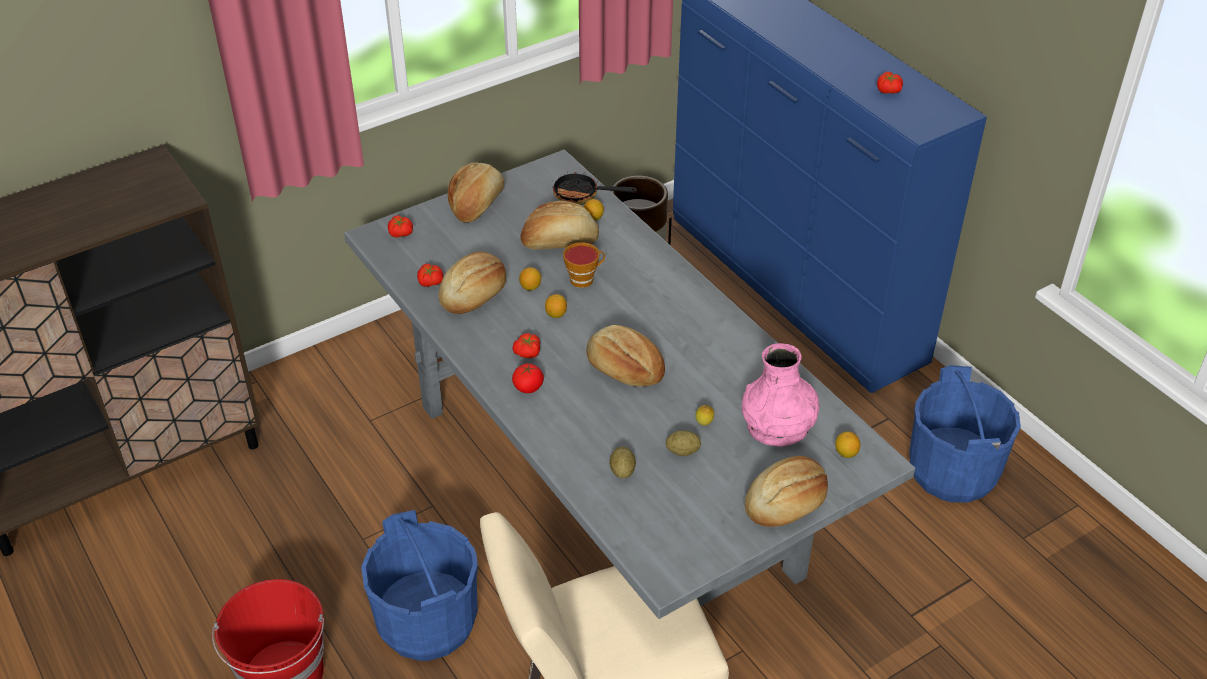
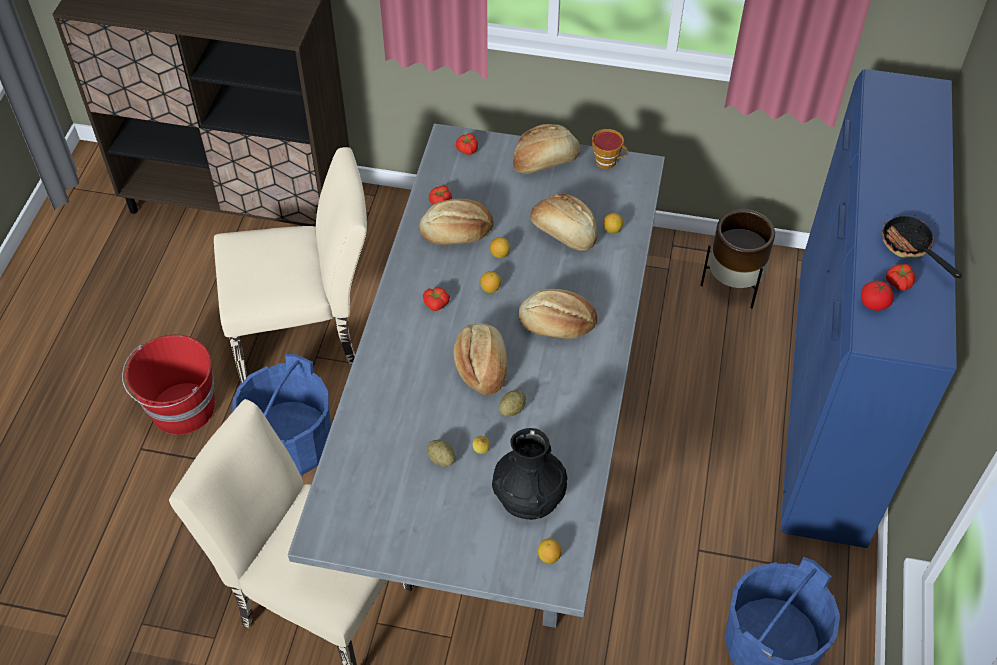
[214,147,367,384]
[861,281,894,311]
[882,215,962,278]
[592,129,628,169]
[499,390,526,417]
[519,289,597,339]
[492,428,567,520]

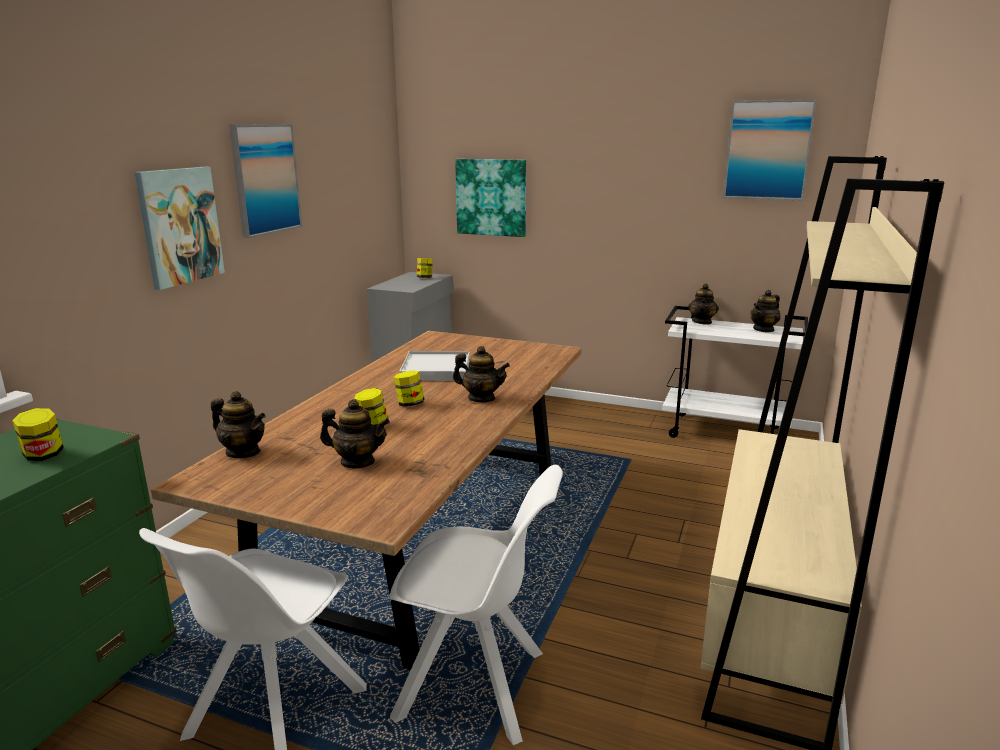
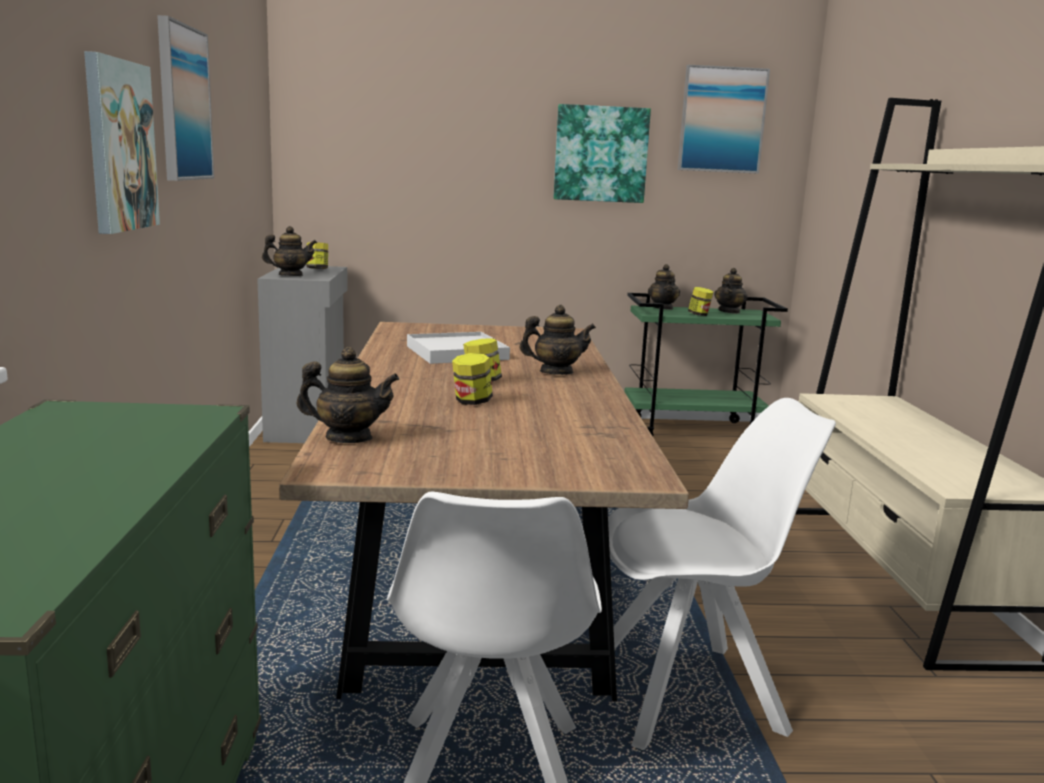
[688,287,714,316]
[262,226,317,276]
[554,104,651,203]
[624,293,788,436]

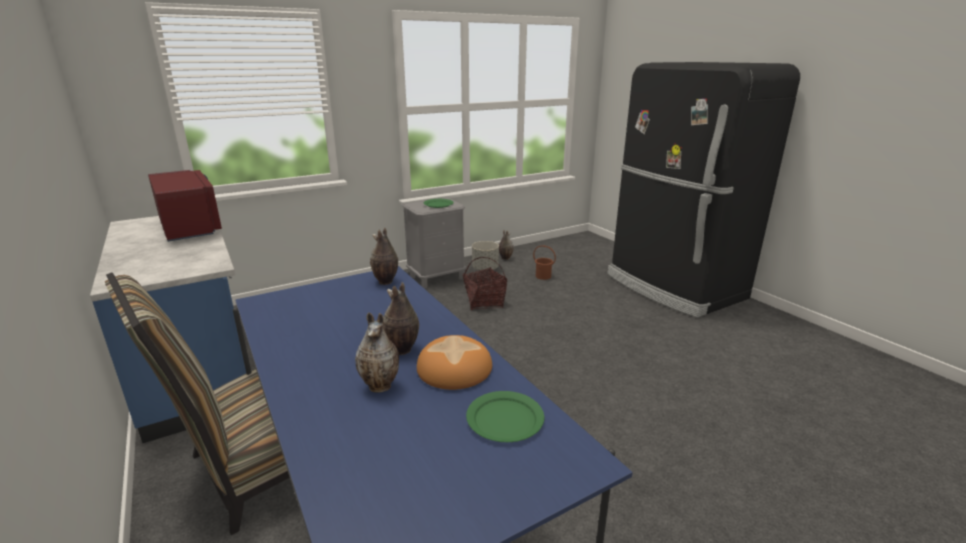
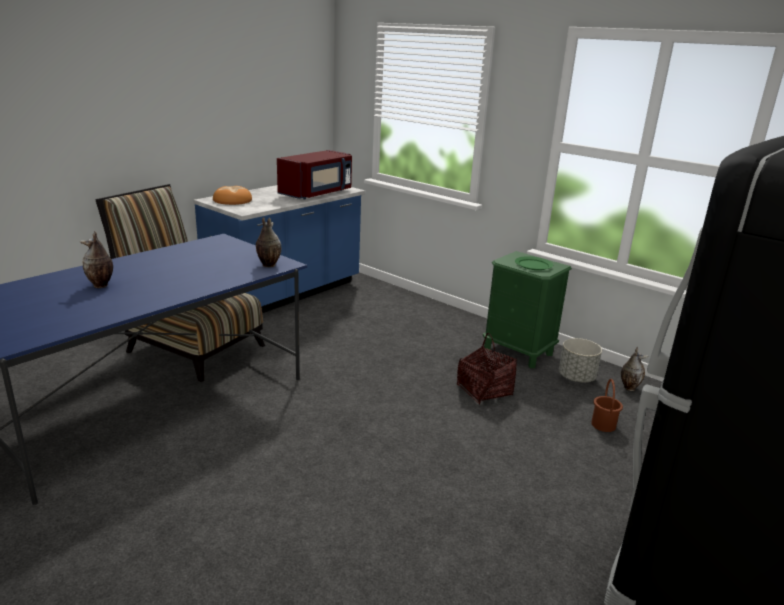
[383,282,419,355] (first image)
[466,391,544,442] (first image)
[213,186,252,205]
[483,251,572,368]

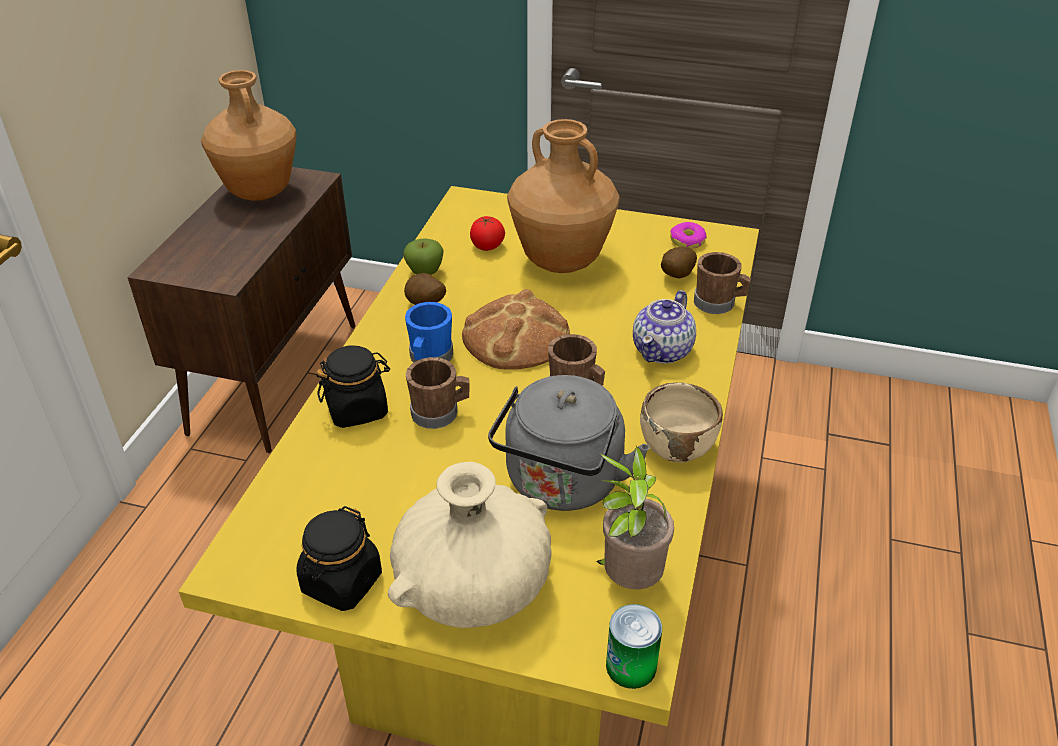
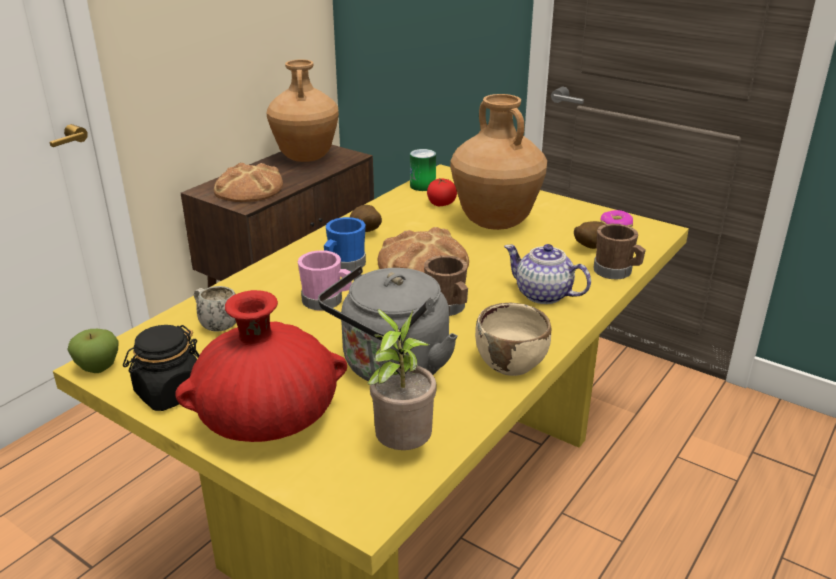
[316,345,390,428] (first image)
[194,286,236,331]
[214,163,283,202]
[67,329,119,373]
[410,149,436,191]
[176,290,347,442]
[298,250,352,310]
[504,244,591,304]

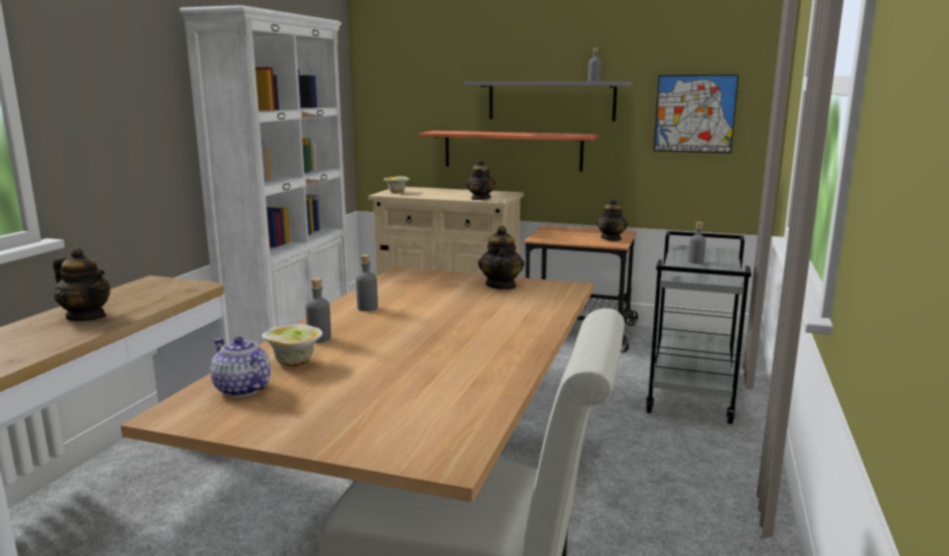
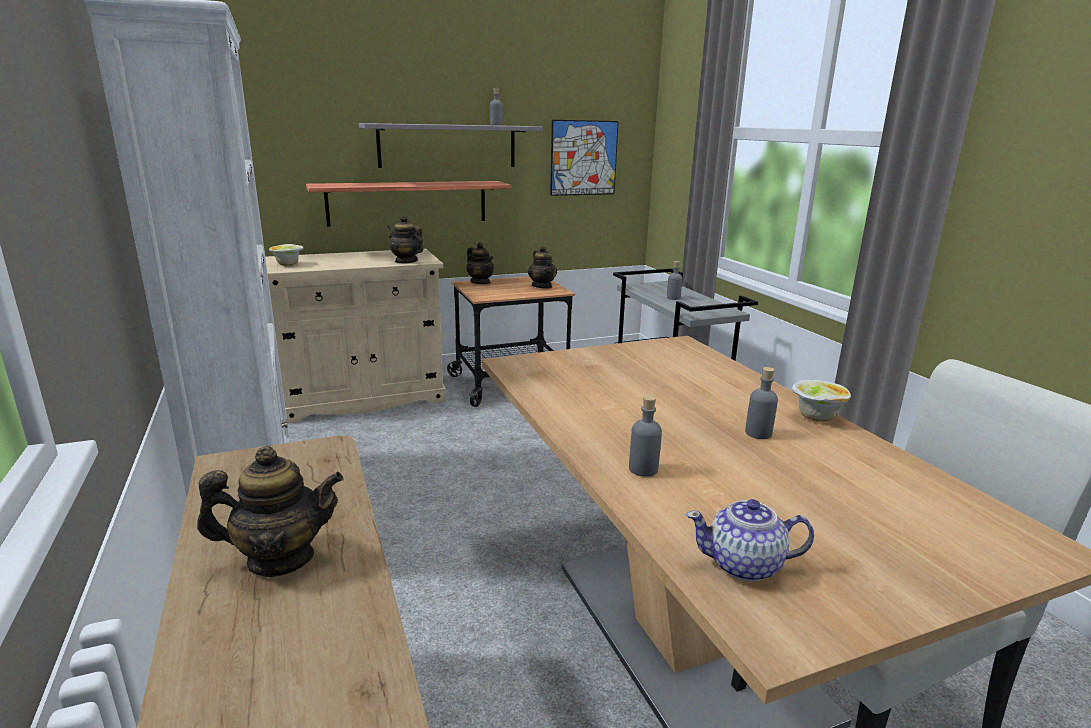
[792,380,851,422]
[745,367,778,439]
[466,242,494,284]

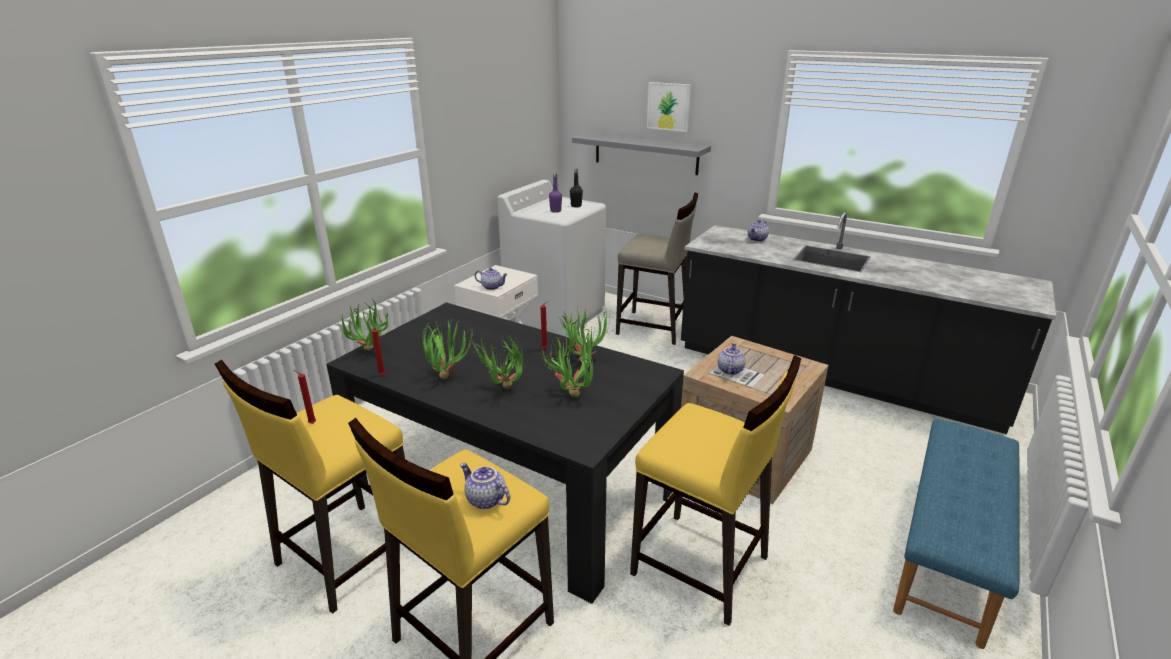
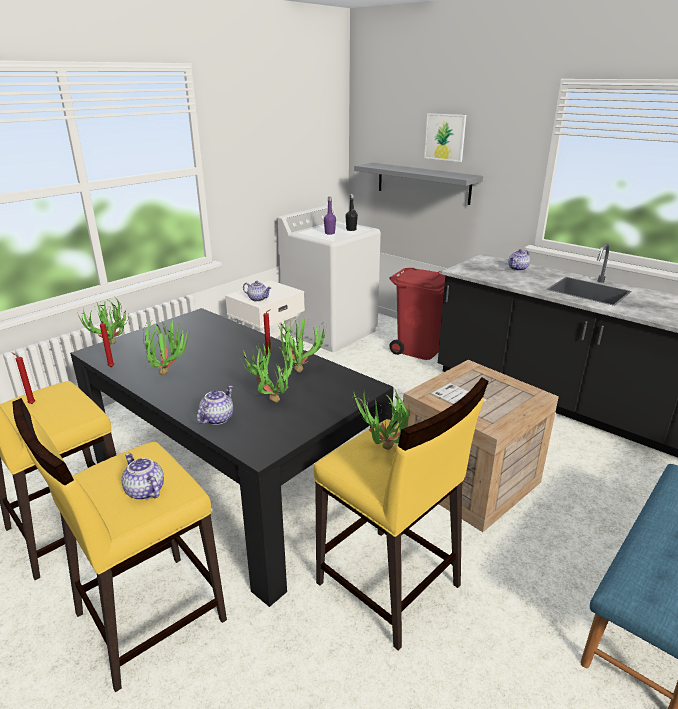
[351,390,410,450]
[197,386,233,425]
[389,268,445,360]

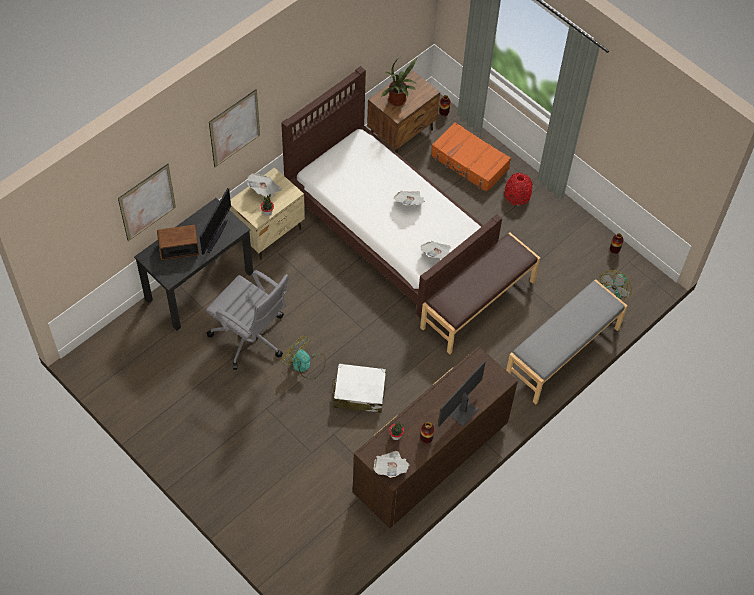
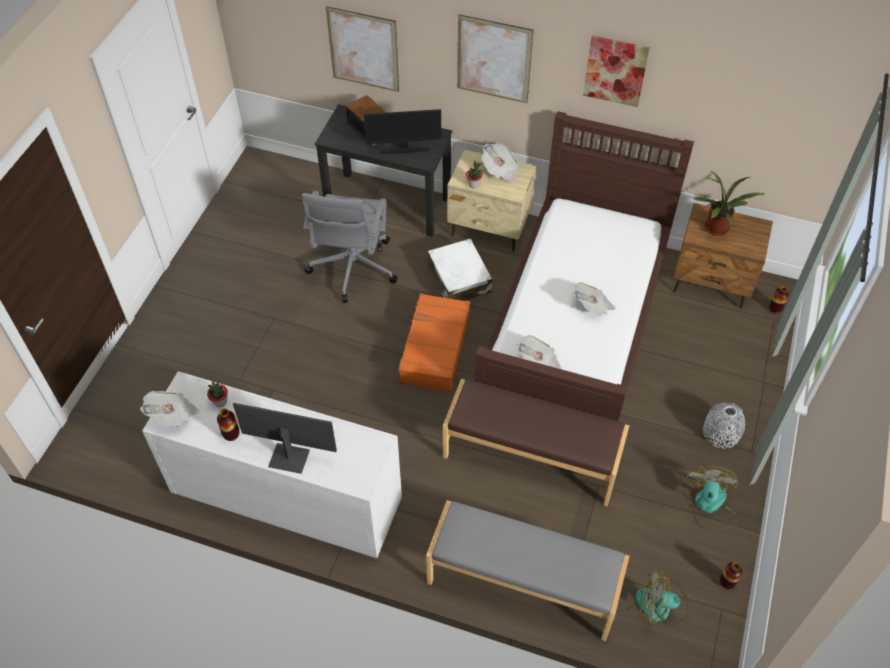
[583,36,650,107]
[687,466,739,530]
[427,238,492,301]
[397,293,470,392]
[142,371,402,558]
[703,403,745,449]

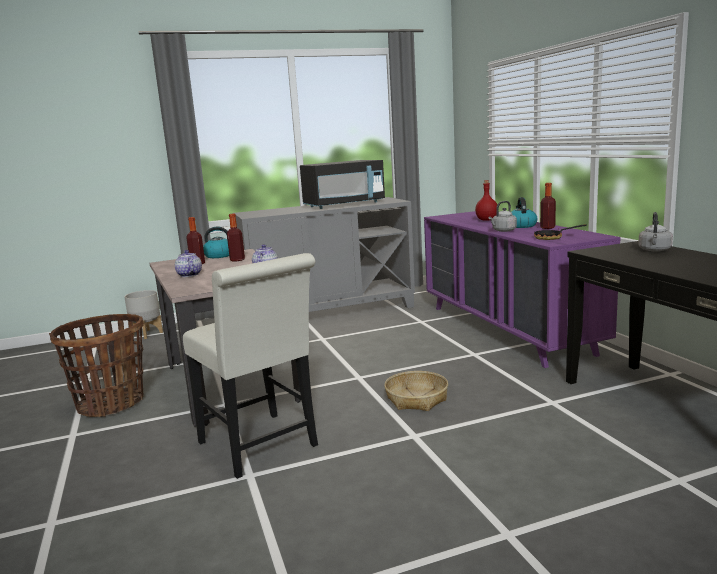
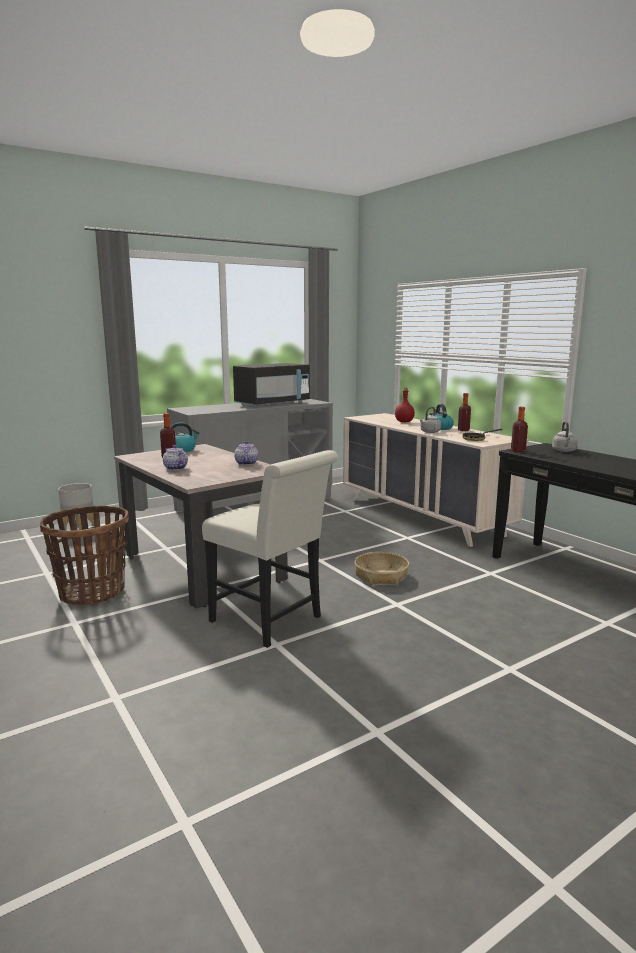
[511,407,528,452]
[343,413,529,547]

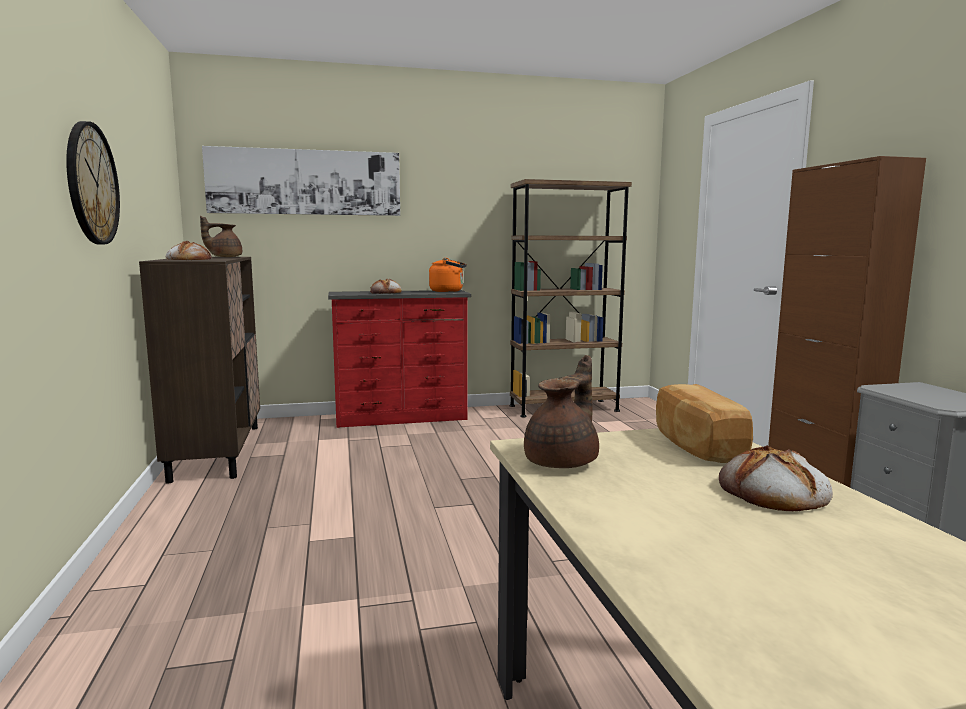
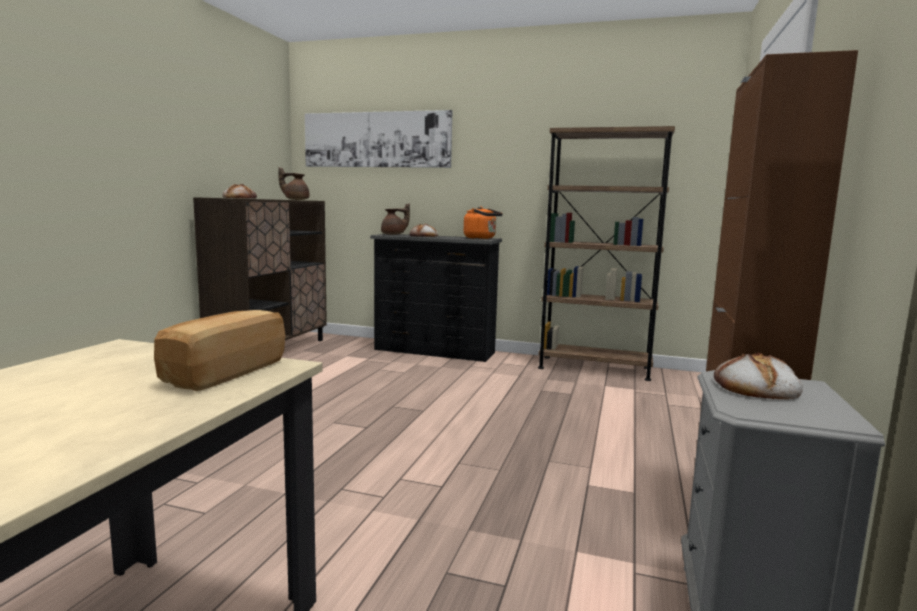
[66,121,120,244] (first image)
[381,203,410,235]
[714,353,803,400]
[370,234,502,362]

